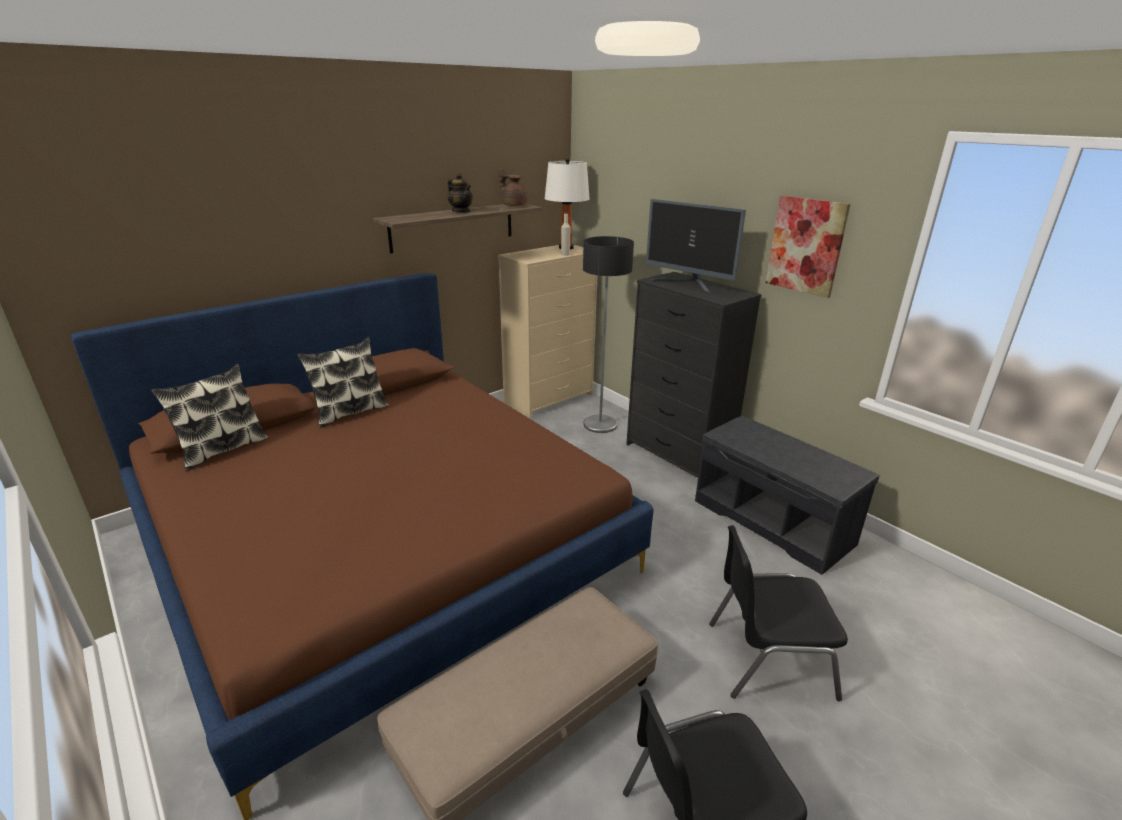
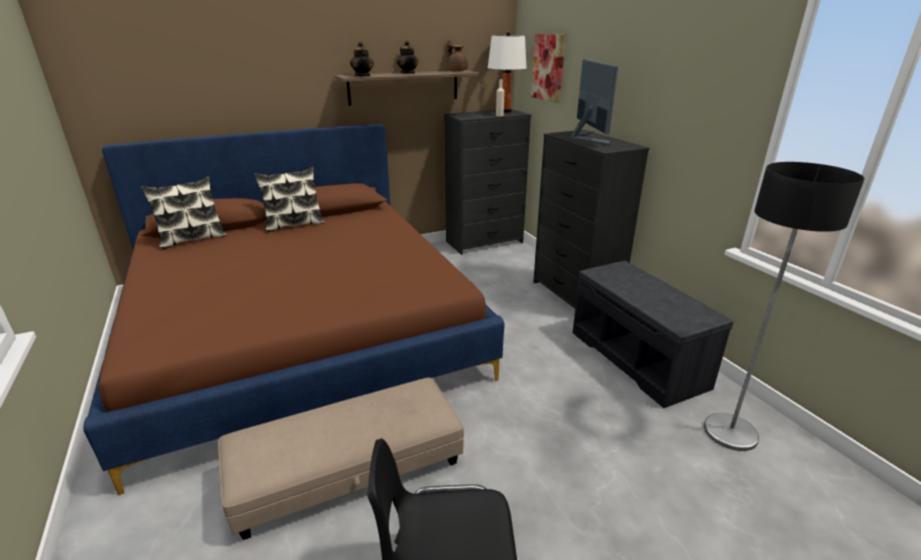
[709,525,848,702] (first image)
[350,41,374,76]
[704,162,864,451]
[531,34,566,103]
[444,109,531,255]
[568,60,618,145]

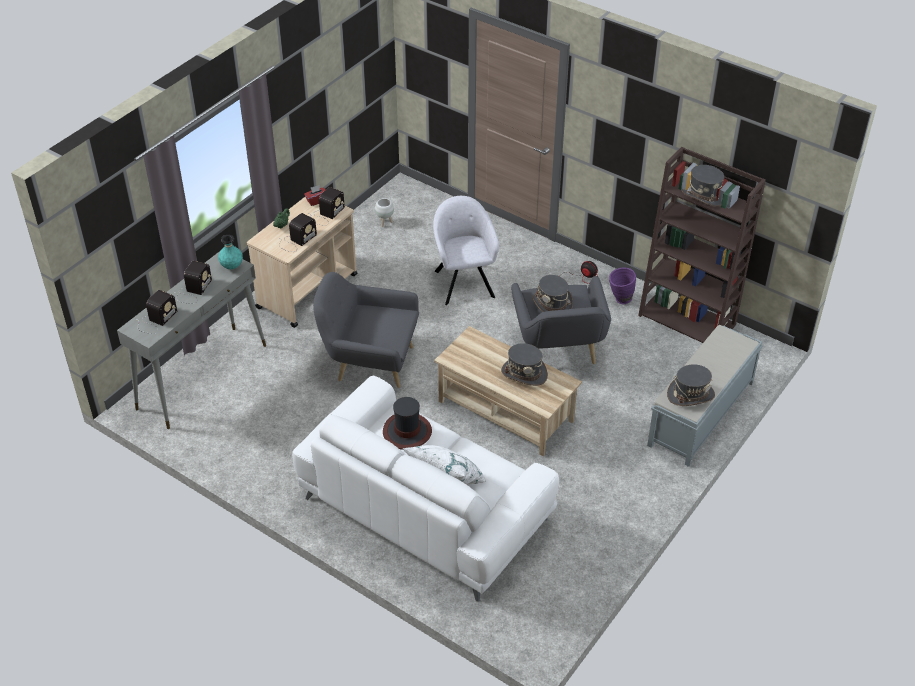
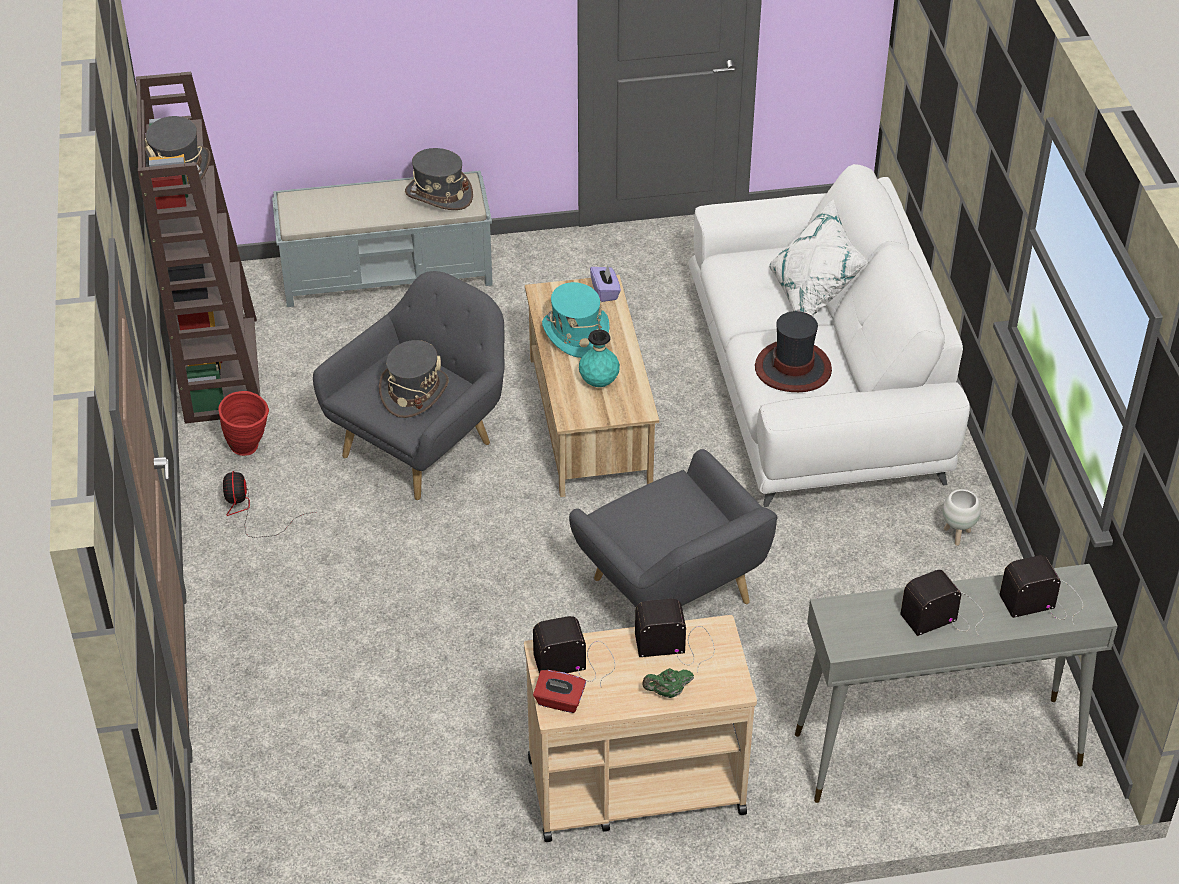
[433,196,499,305] (first image)
[590,265,621,302]
[579,330,620,387]
[942,489,981,546]
[542,282,609,358]
[218,391,269,456]

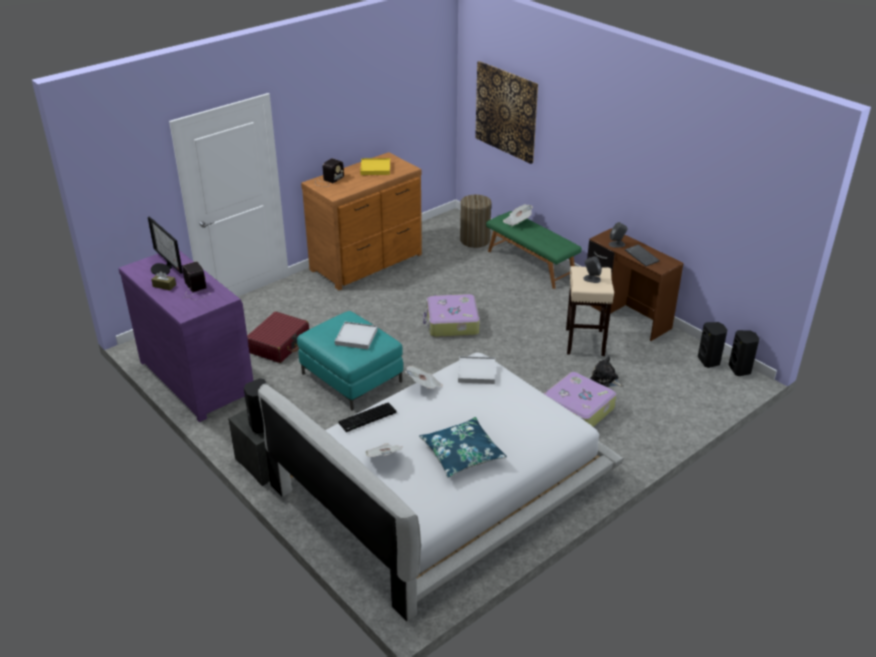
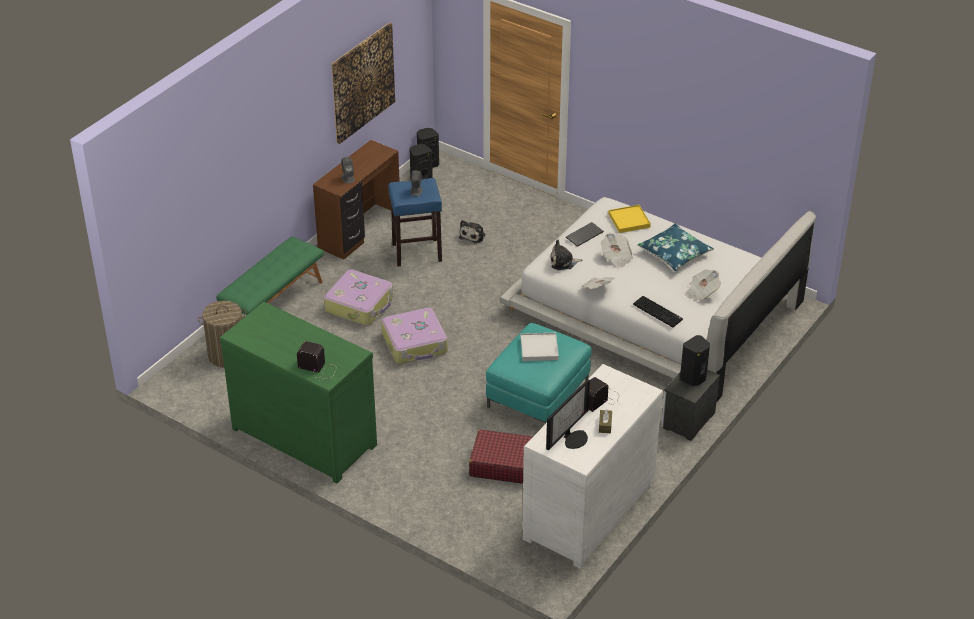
[608,205,651,233]
[331,23,395,144]
[601,233,633,268]
[324,269,393,326]
[566,222,604,247]
[550,240,582,270]
[522,364,663,569]
[220,302,377,484]
[388,178,442,266]

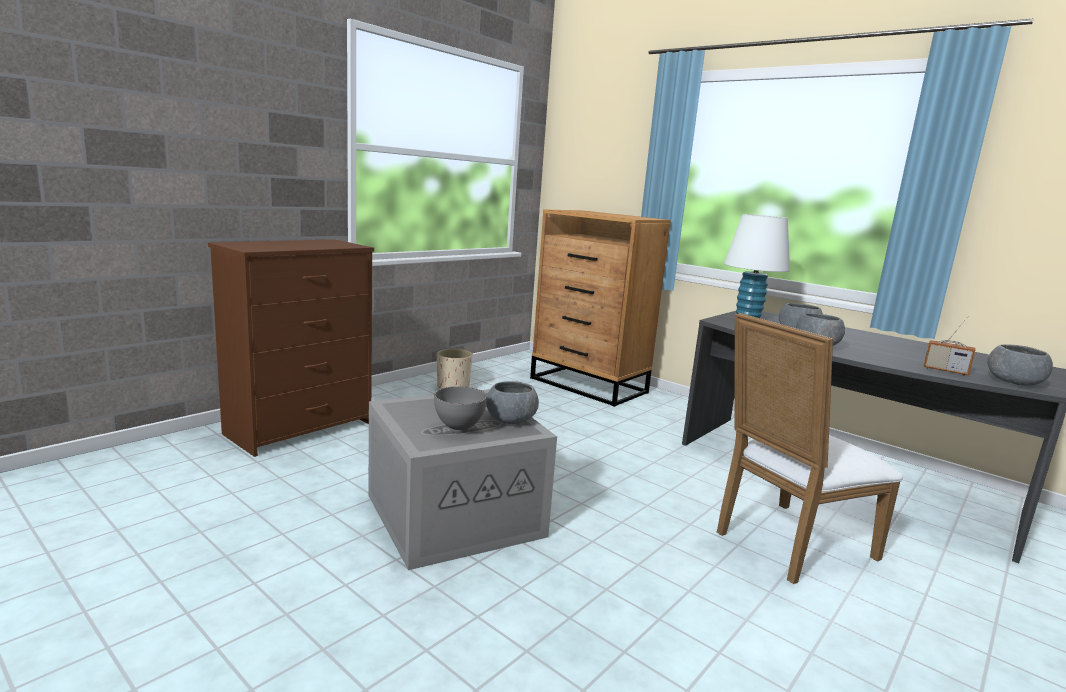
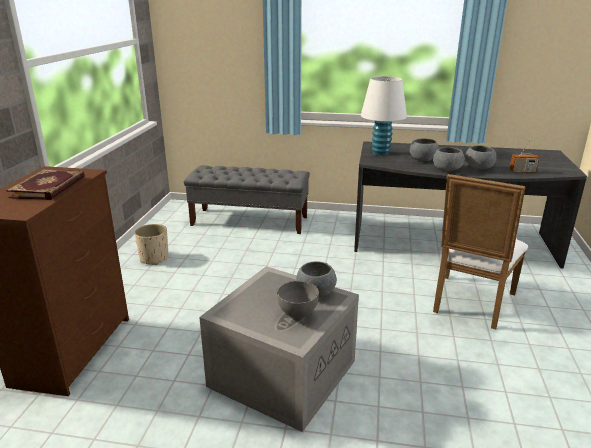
[6,169,85,200]
[465,146,496,170]
[184,165,310,234]

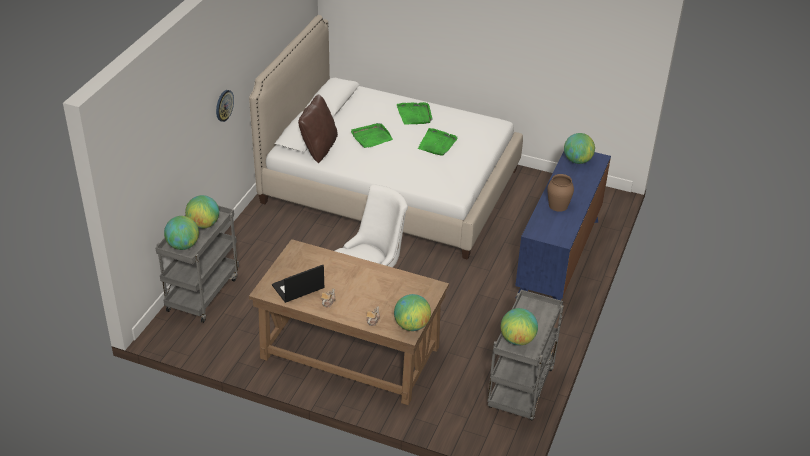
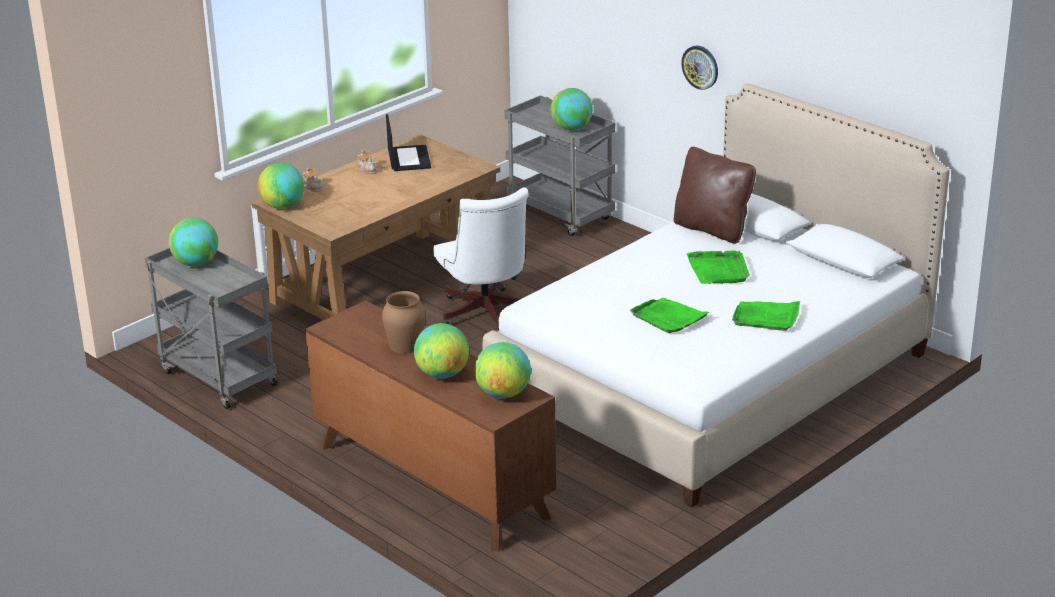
[414,323,469,379]
[305,300,556,552]

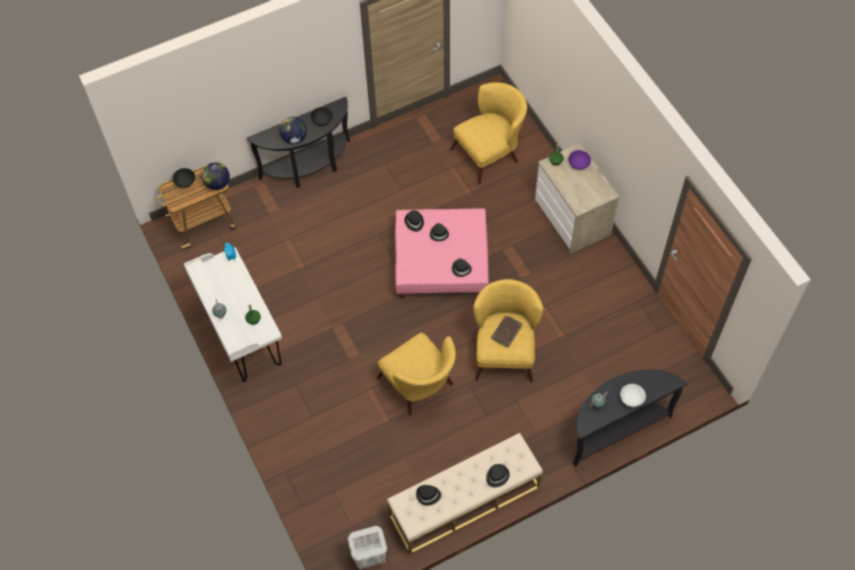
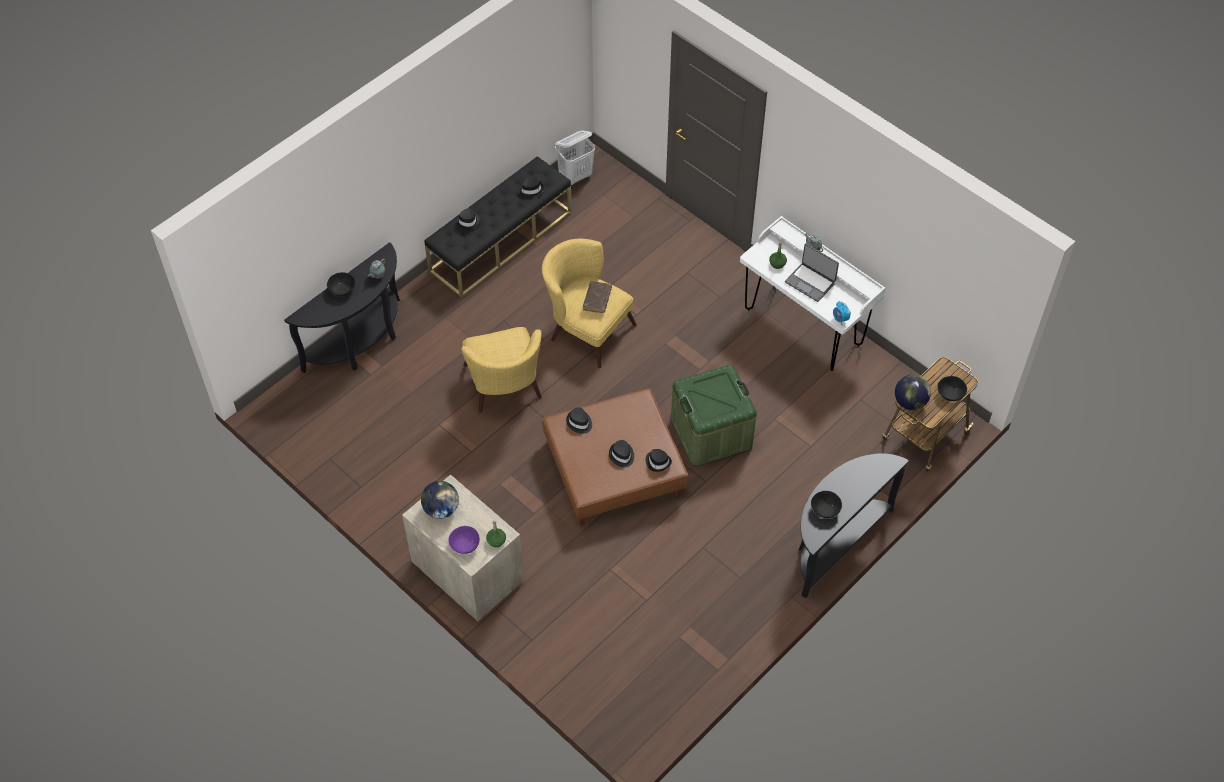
[451,82,527,184] (first image)
[671,365,757,466]
[785,243,839,302]
[421,481,459,519]
[583,281,612,313]
[424,156,572,298]
[542,388,689,526]
[327,272,355,296]

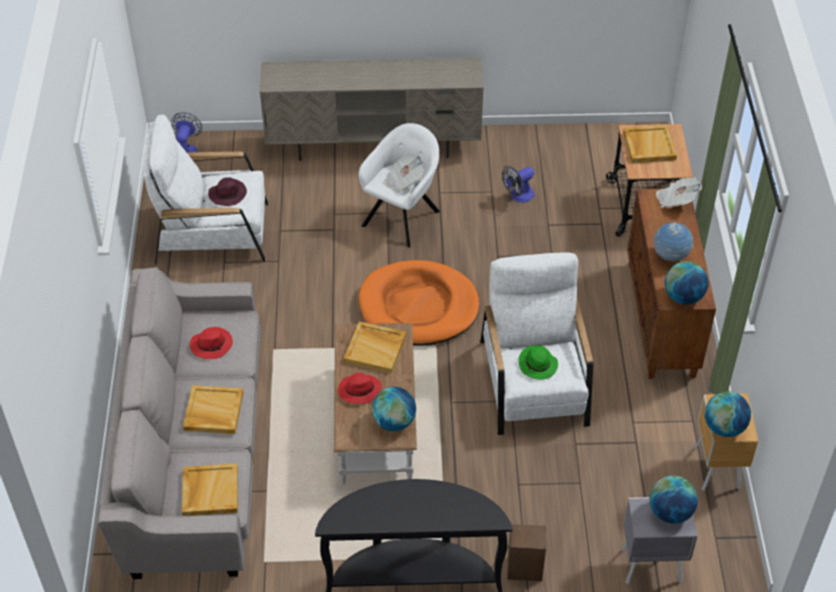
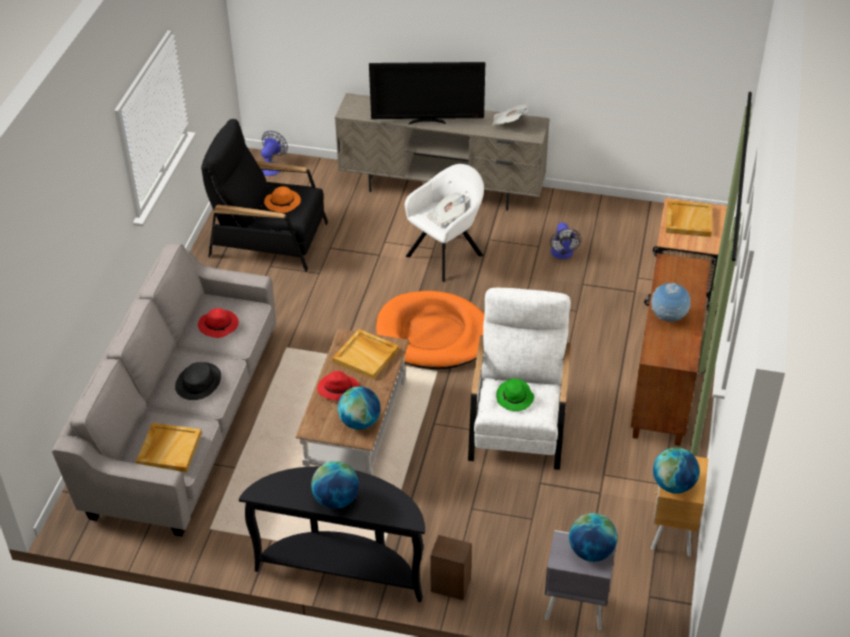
[369,62,485,124]
[492,104,528,125]
[311,461,359,509]
[175,362,221,400]
[201,119,328,272]
[264,186,301,213]
[550,222,582,259]

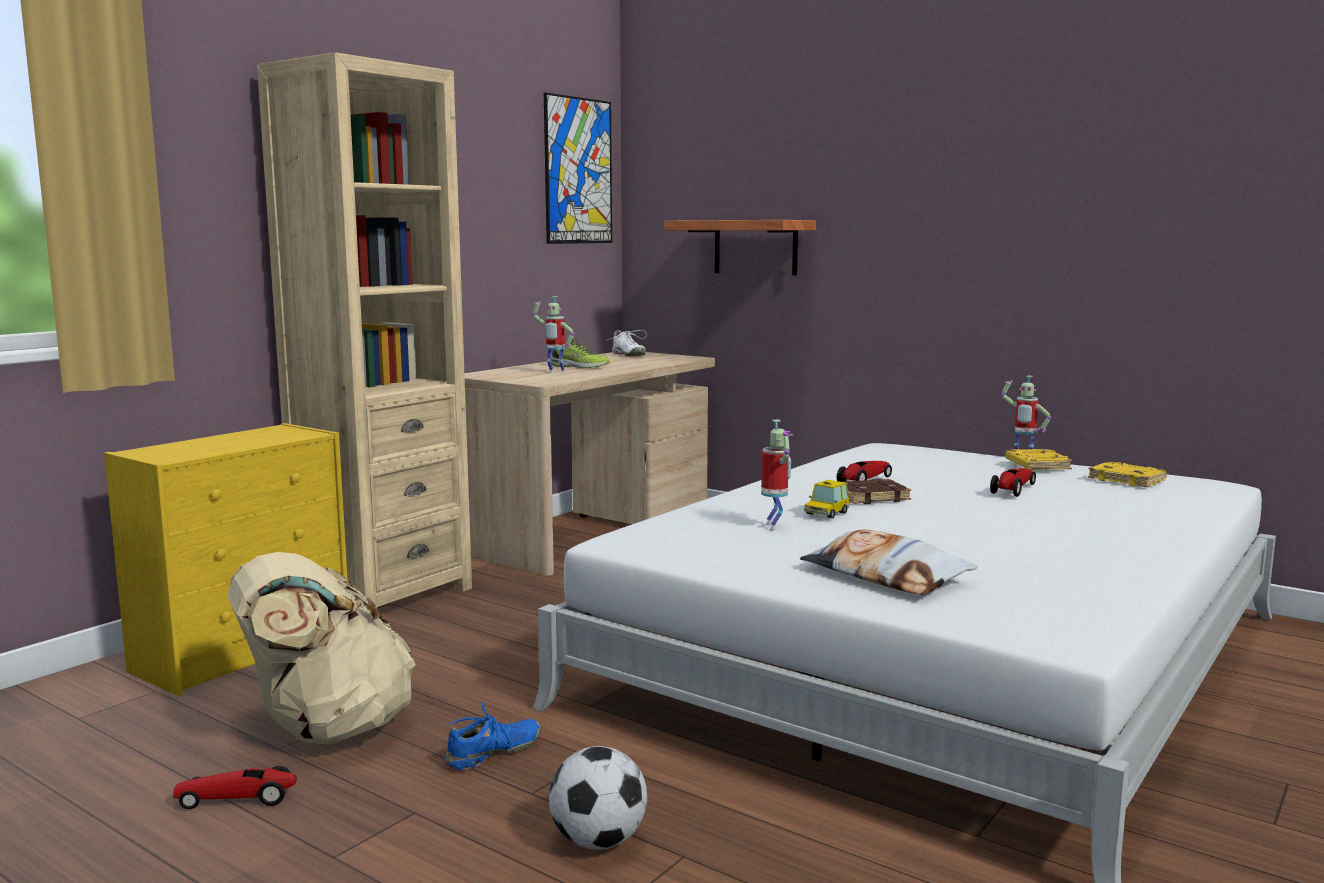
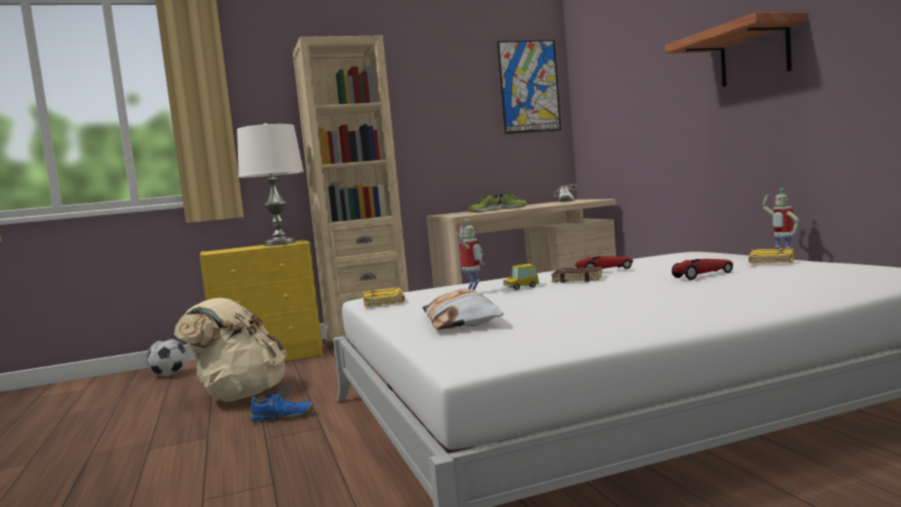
[173,766,297,809] (first image)
[237,123,304,246]
[146,339,187,376]
[665,12,806,87]
[363,288,405,307]
[468,193,502,212]

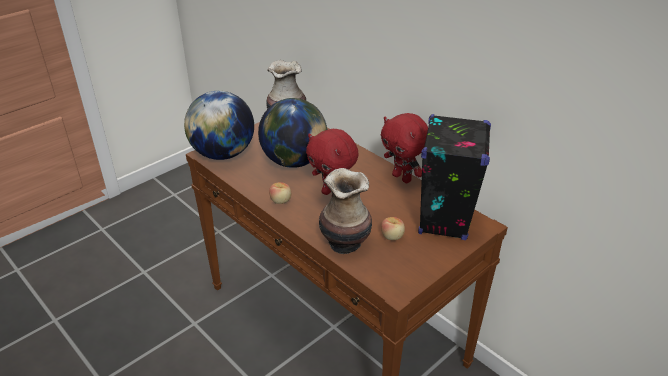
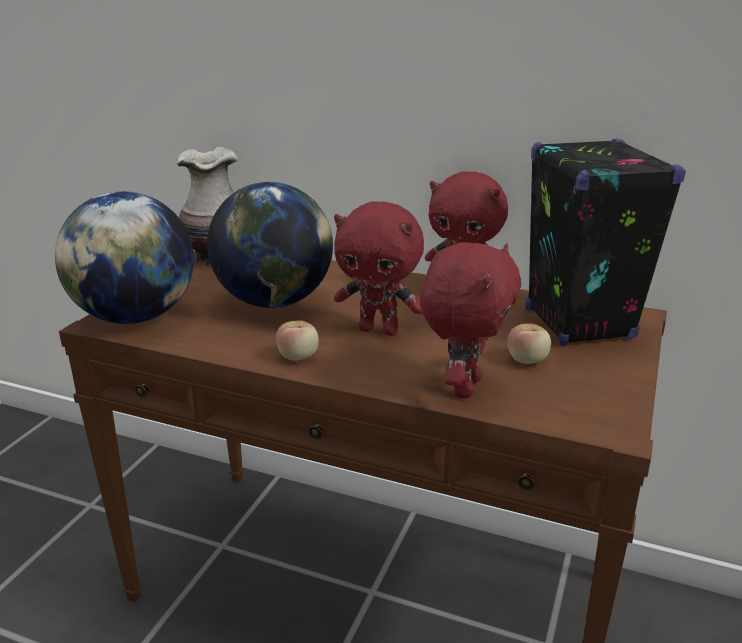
[420,242,521,399]

